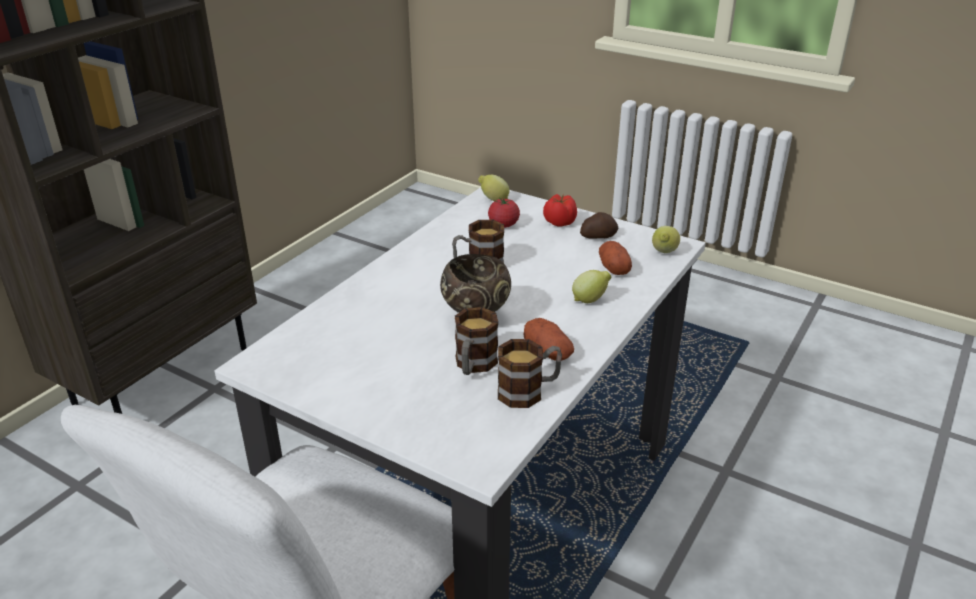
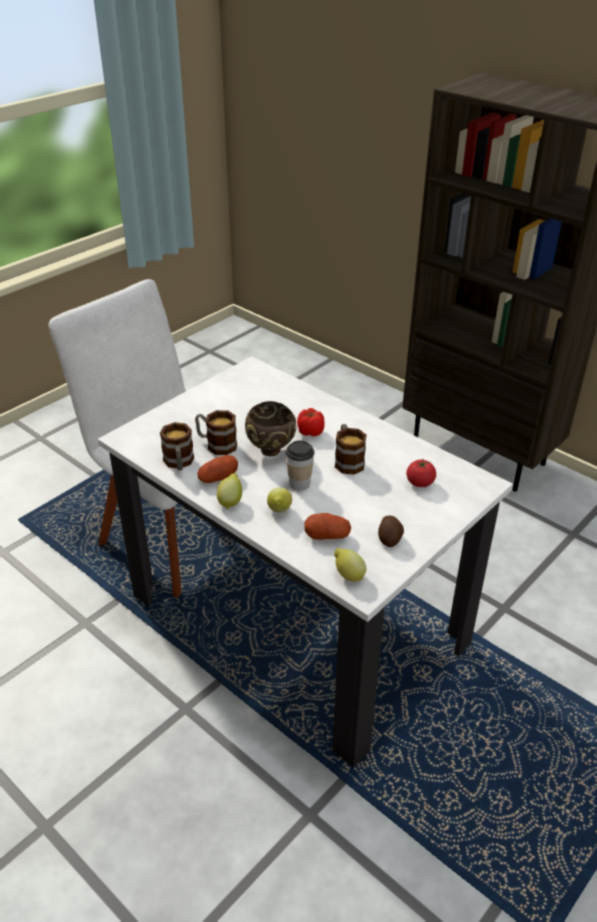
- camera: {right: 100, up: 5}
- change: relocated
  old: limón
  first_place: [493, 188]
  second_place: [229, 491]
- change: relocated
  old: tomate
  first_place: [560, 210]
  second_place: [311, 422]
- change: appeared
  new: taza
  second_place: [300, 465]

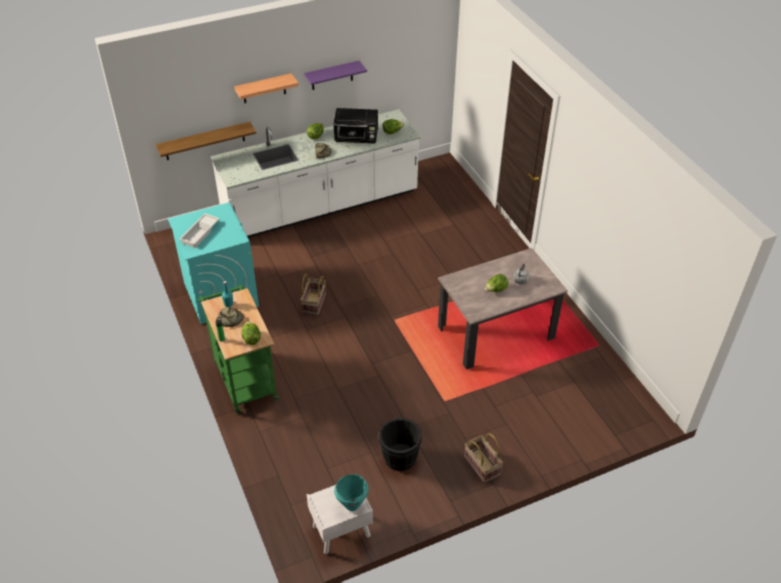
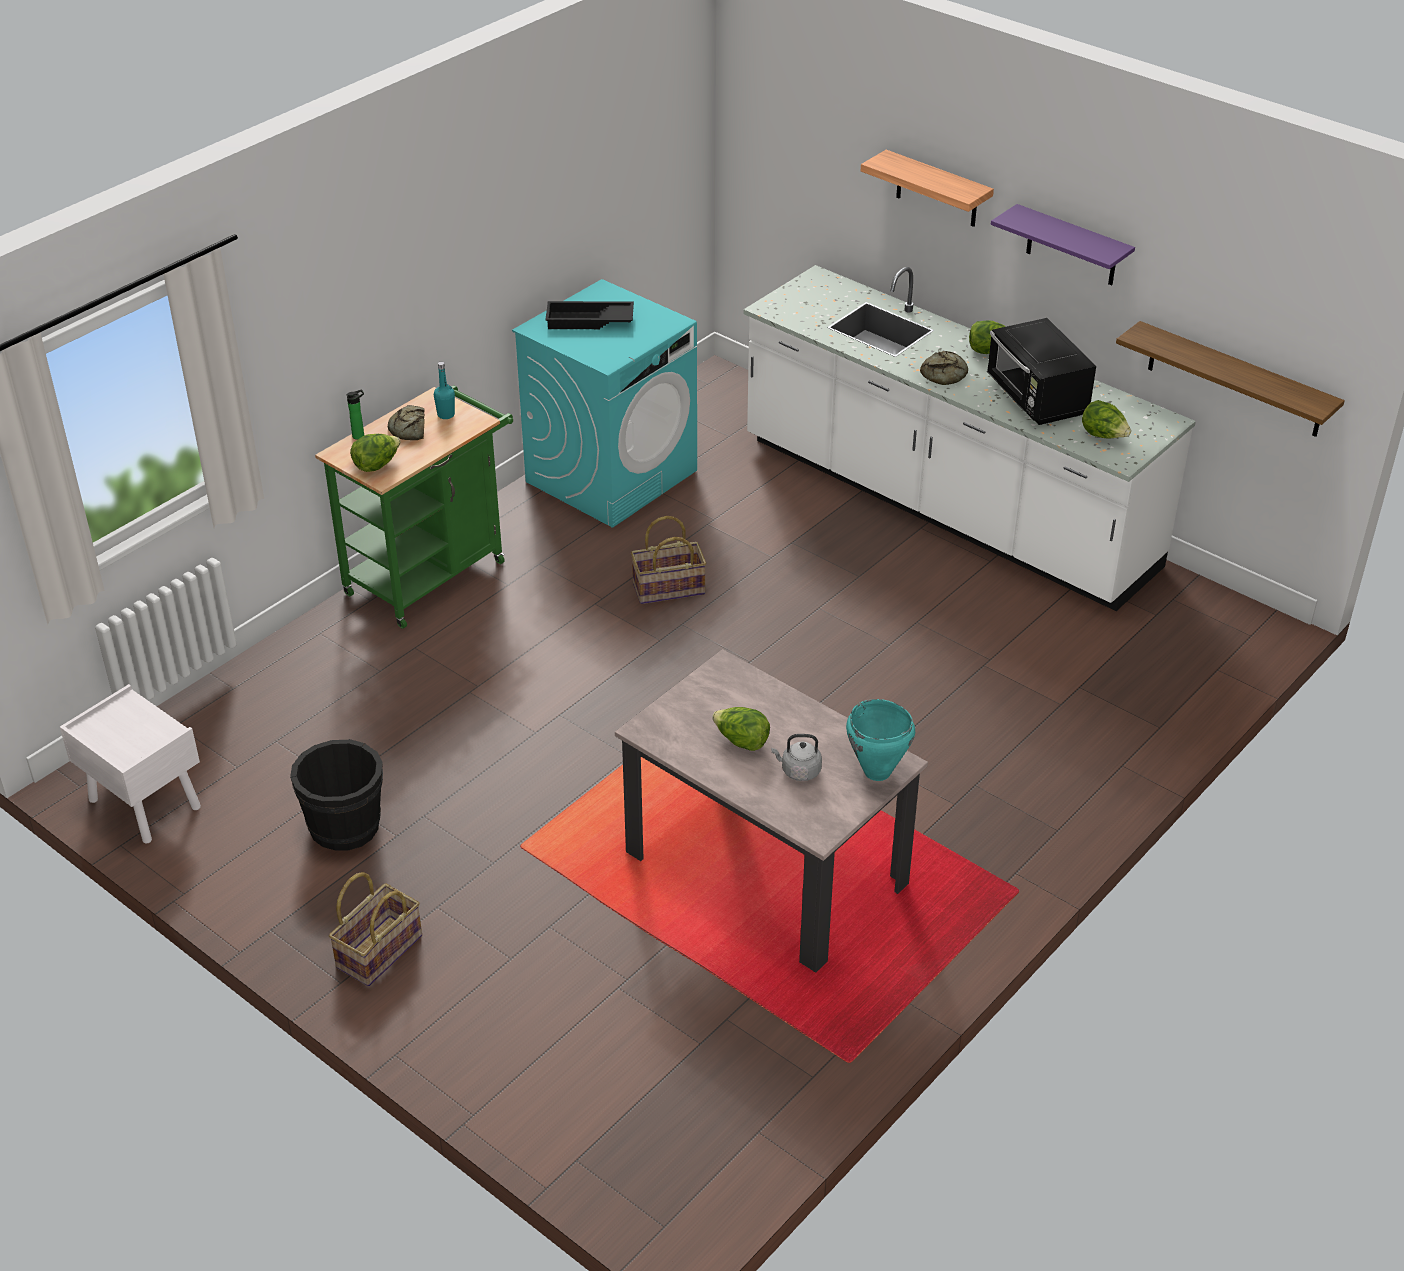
- camera: {right: 65, up: -5}
- change: relocated
  old: estante
  first_place: [206, 141]
  second_place: [1230, 379]
- change: colour
  old: bandeja (blanco)
  new: bandeja (negro)
  first_place: [200, 230]
  second_place: [589, 315]
- change: relocated
  old: olla (turquesa)
  first_place: [351, 492]
  second_place: [880, 740]

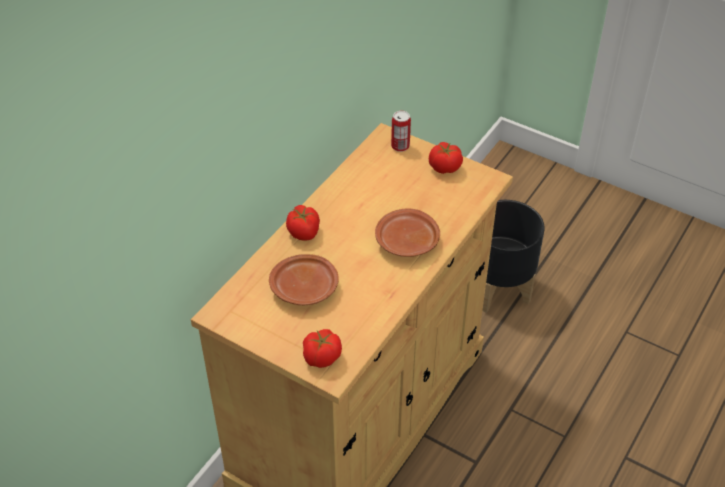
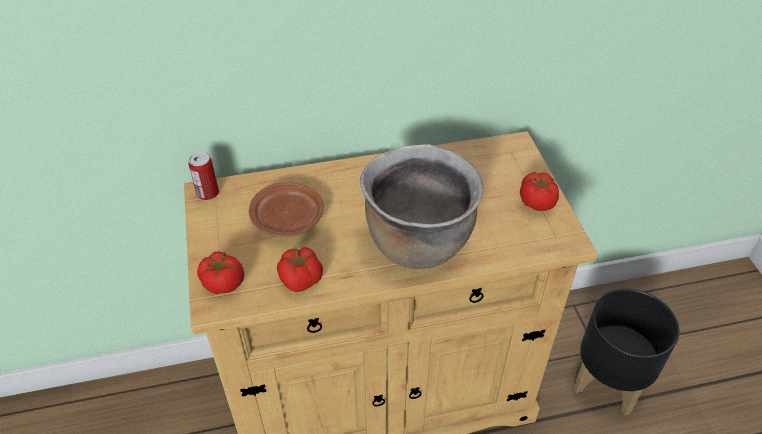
- camera: {right: 45, up: 0}
- change: relocated
  old: tomate
  first_place: [303, 223]
  second_place: [300, 269]
- change: exchanged
  old: plato (marrón)
  new: olla (marrón)
  first_place: [407, 233]
  second_place: [422, 206]
- change: relocated
  old: lata
  first_place: [401, 131]
  second_place: [203, 176]

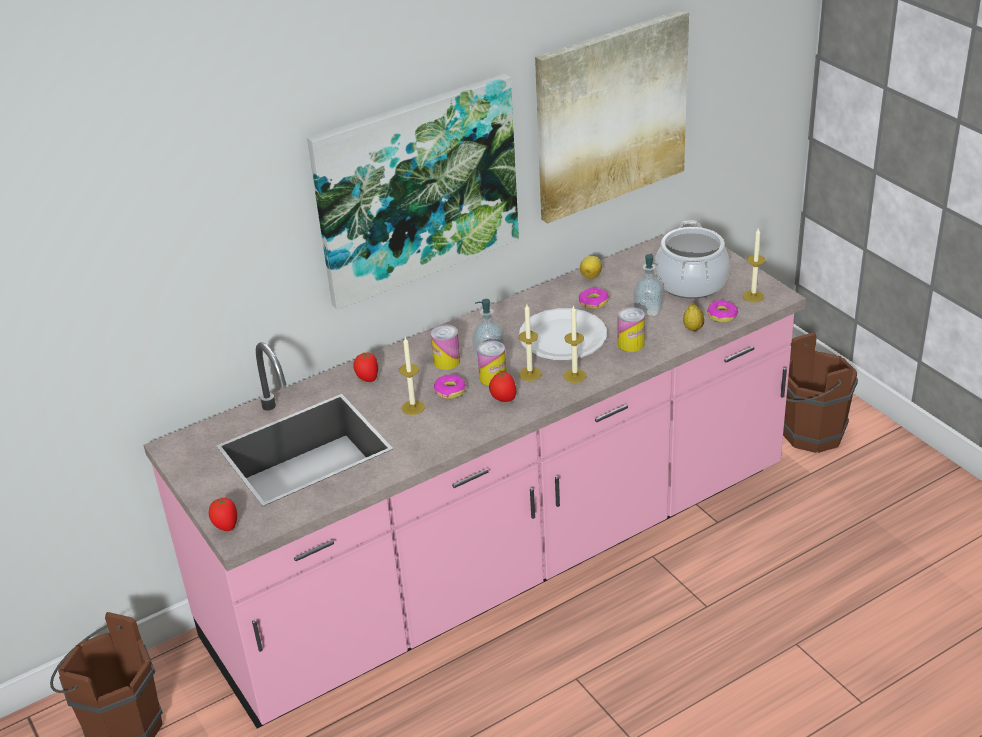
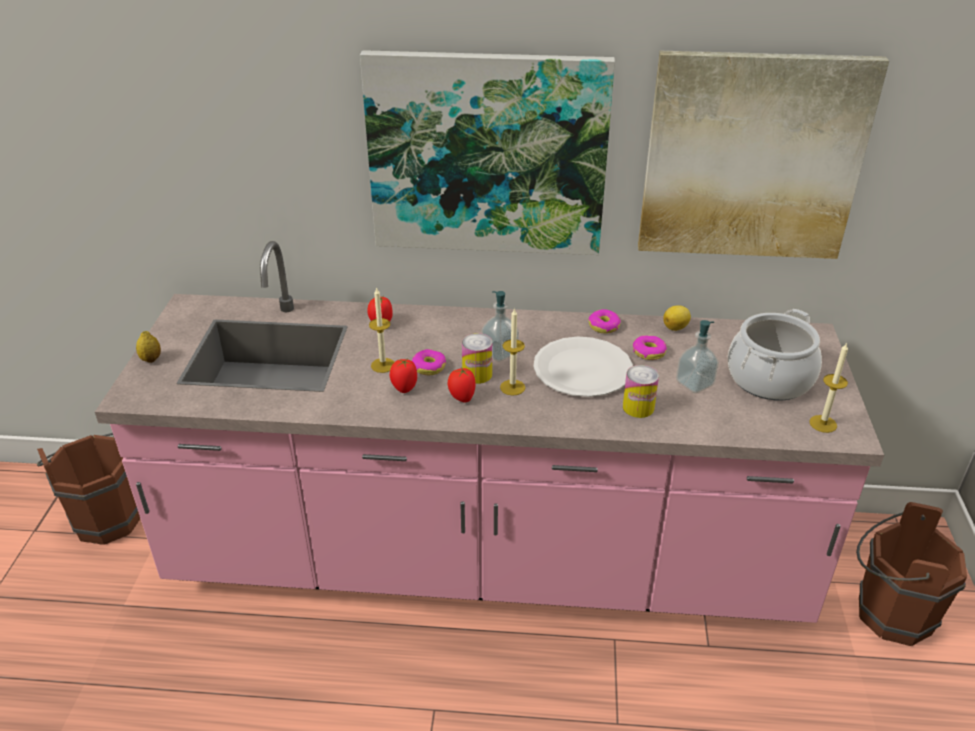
- camera: {right: 35, up: 0}
- change: relocated
  old: tomate
  first_place: [223, 514]
  second_place: [403, 376]
- change: missing
  old: lata
  first_place: [445, 347]
- change: missing
  old: vela
  first_place: [575, 344]
- change: relocated
  old: limón
  first_place: [693, 317]
  second_place: [148, 347]
- change: relocated
  old: rosquilla
  first_place: [722, 311]
  second_place: [604, 321]

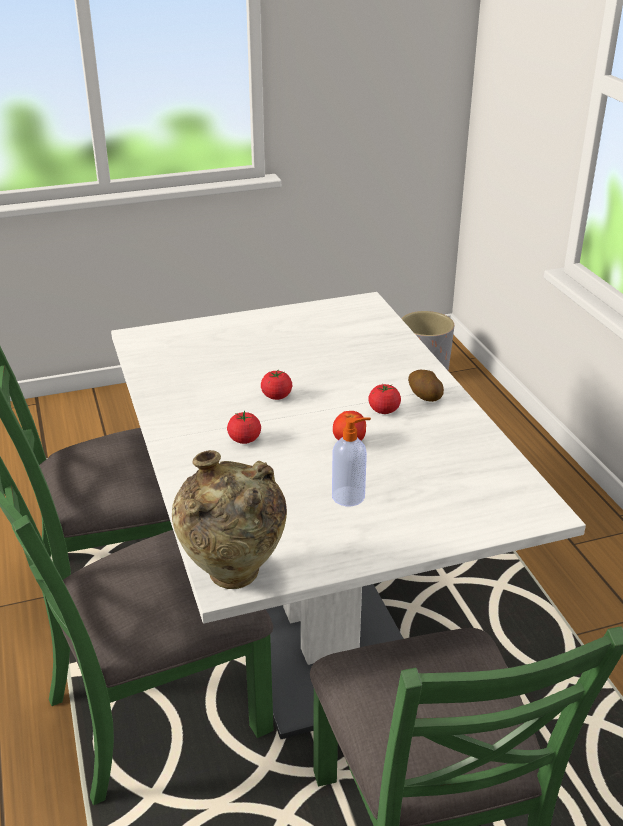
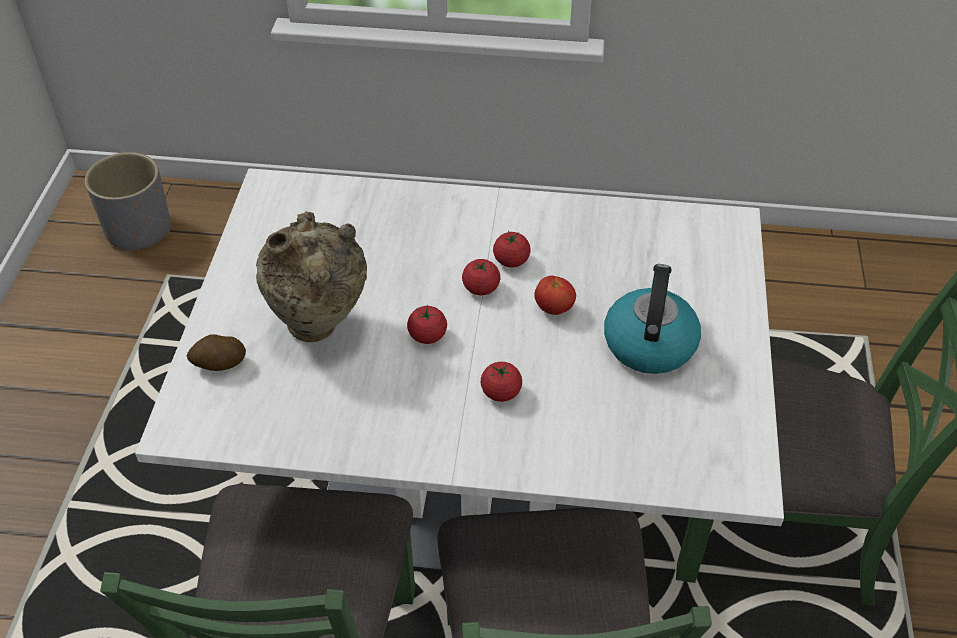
- camera: {right: -65, up: 15}
- change: relocated
  old: florero (beis)
  first_place: [229, 519]
  second_place: [311, 276]
- change: exchanged
  old: dispensador de jabón
  new: hervidor
  first_place: [351, 461]
  second_place: [652, 319]
- change: relocated
  old: patata
  first_place: [426, 386]
  second_place: [216, 352]
- change: appeared
  new: tomate
  second_place: [481, 277]

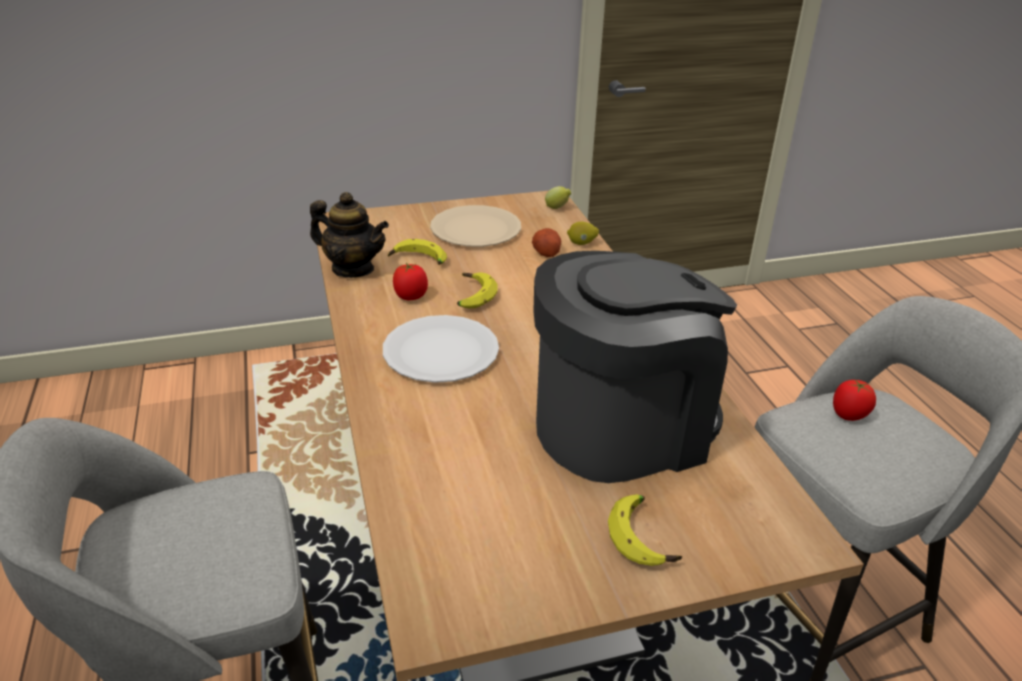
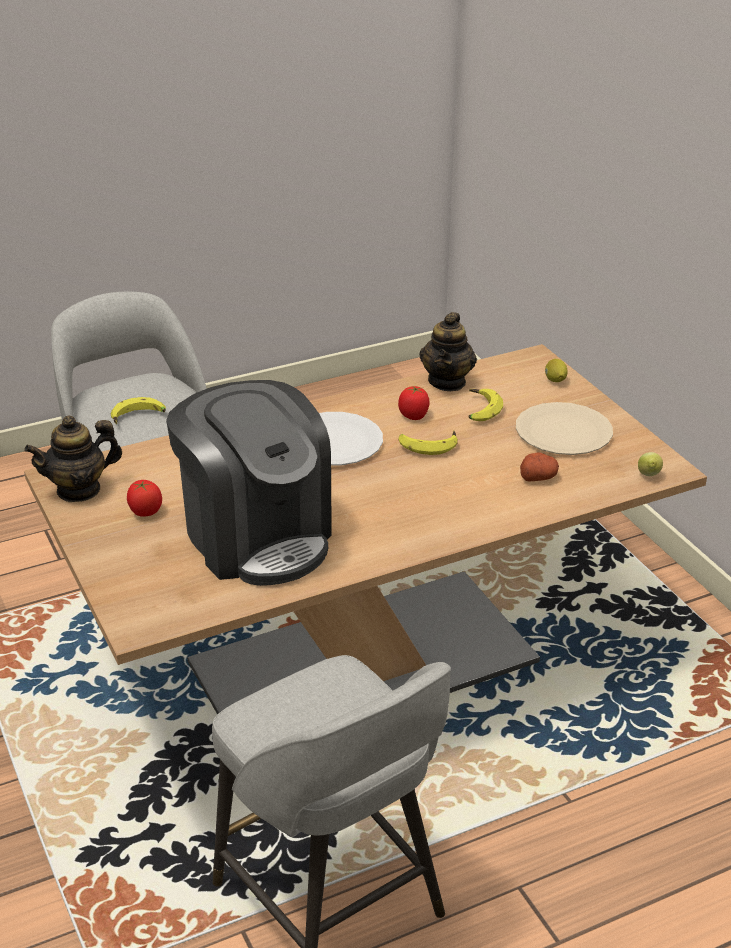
- camera: {right: 80, up: 0}
- change: relocated
  old: limón
  first_place: [583, 233]
  second_place: [556, 370]
- change: relocated
  old: plátano
  first_place: [645, 530]
  second_place: [138, 410]
- change: relocated
  old: tomate
  first_place: [854, 400]
  second_place: [144, 498]
- change: appeared
  new: tetera
  second_place: [73, 458]

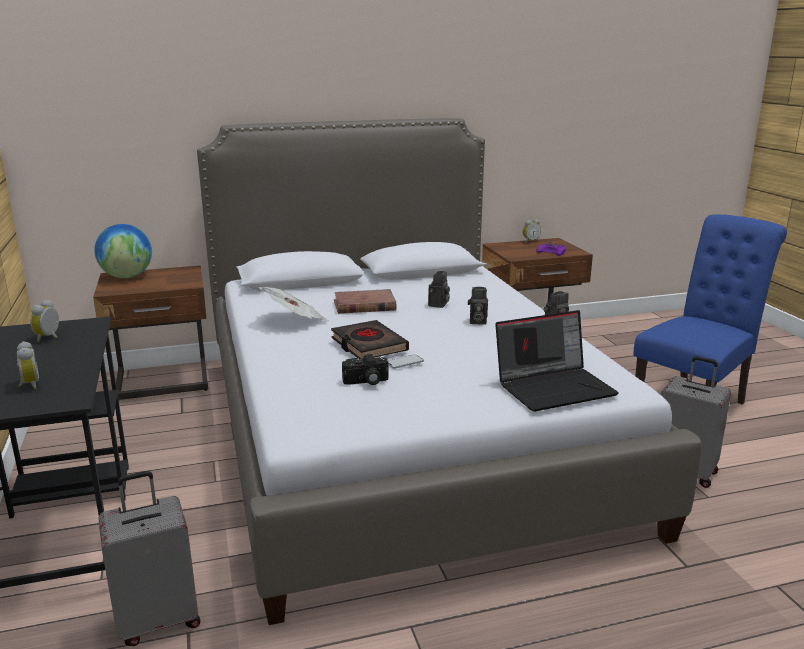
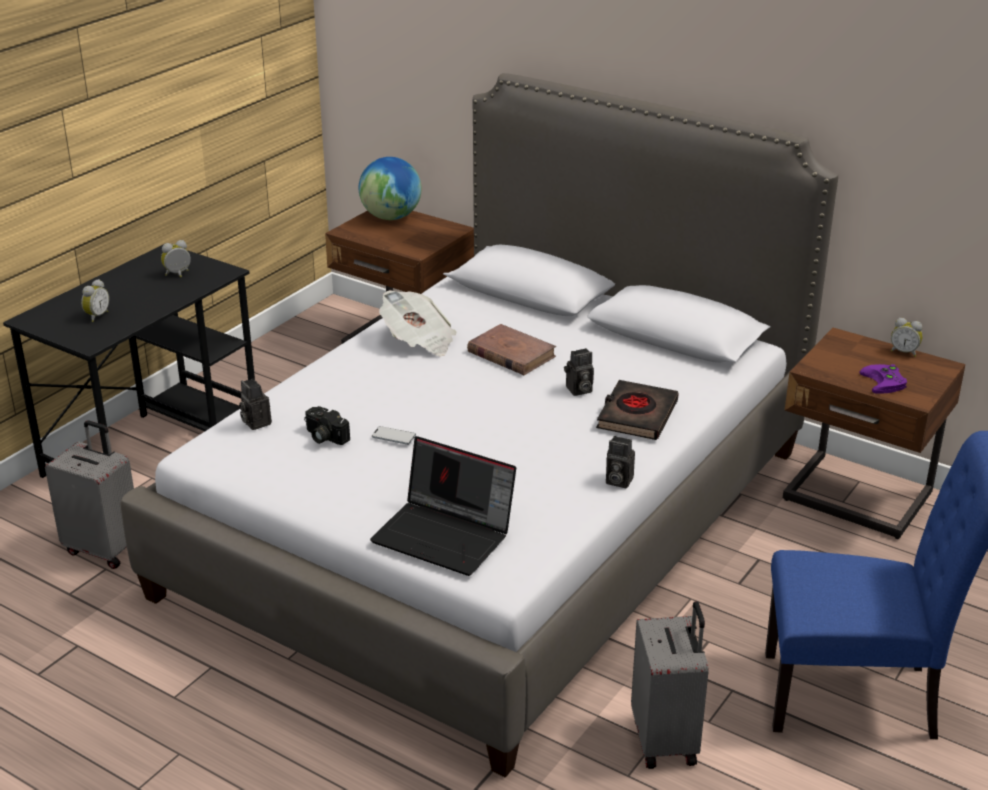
- camera: {right: 50, up: 10}
- change: relocated
  old: libro (negro)
  first_place: [370, 340]
  second_place: [637, 410]
- change: relocated
  old: cámara
  first_place: [478, 306]
  second_place: [255, 404]

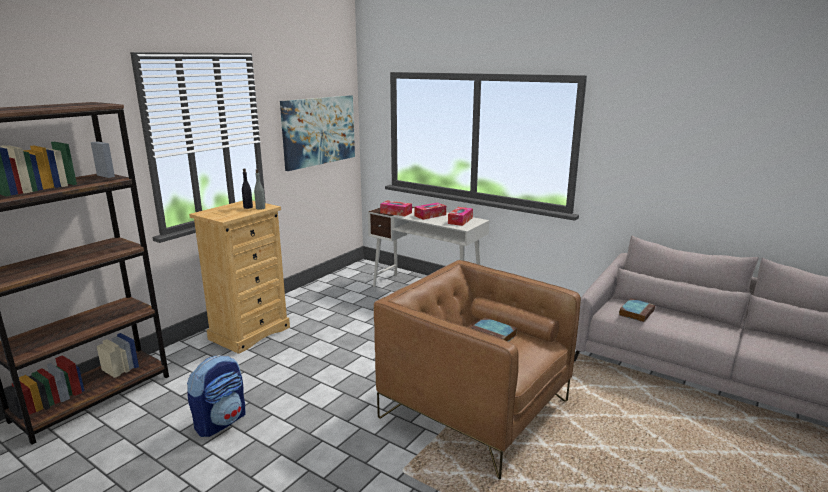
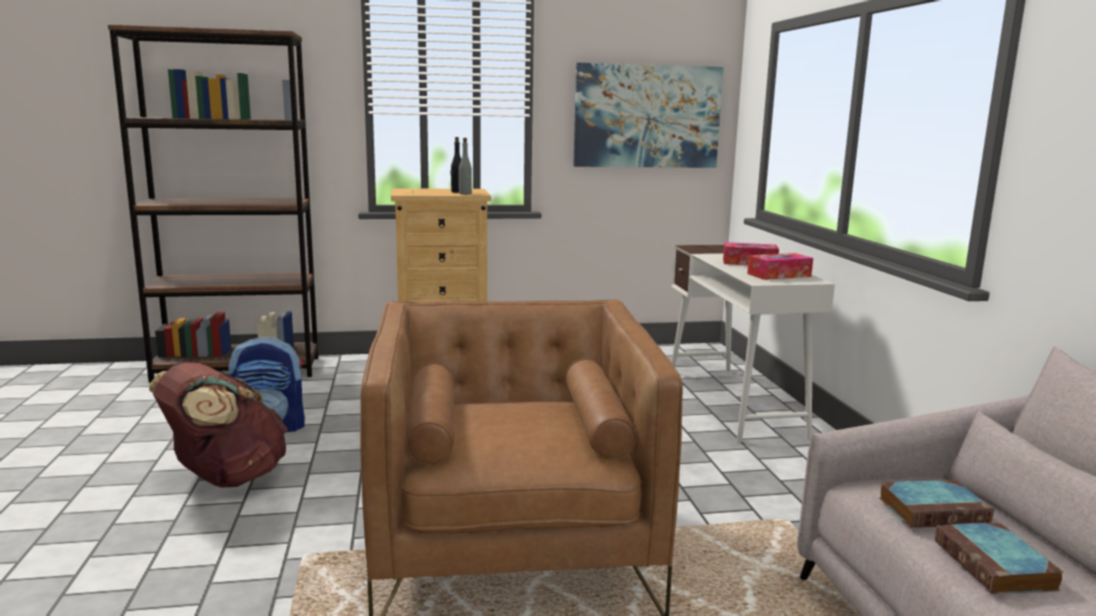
- camera: {right: 45, up: -5}
- change: missing
  old: caja de pañuelos
  first_place: [396, 208]
- change: relocated
  old: libro
  first_place: [493, 329]
  second_place: [999, 558]
- change: appeared
  new: mochila (marrón)
  second_place: [218, 425]

